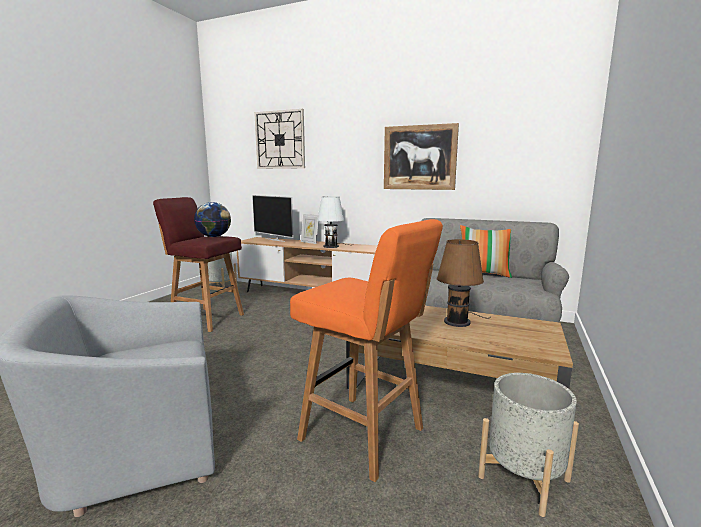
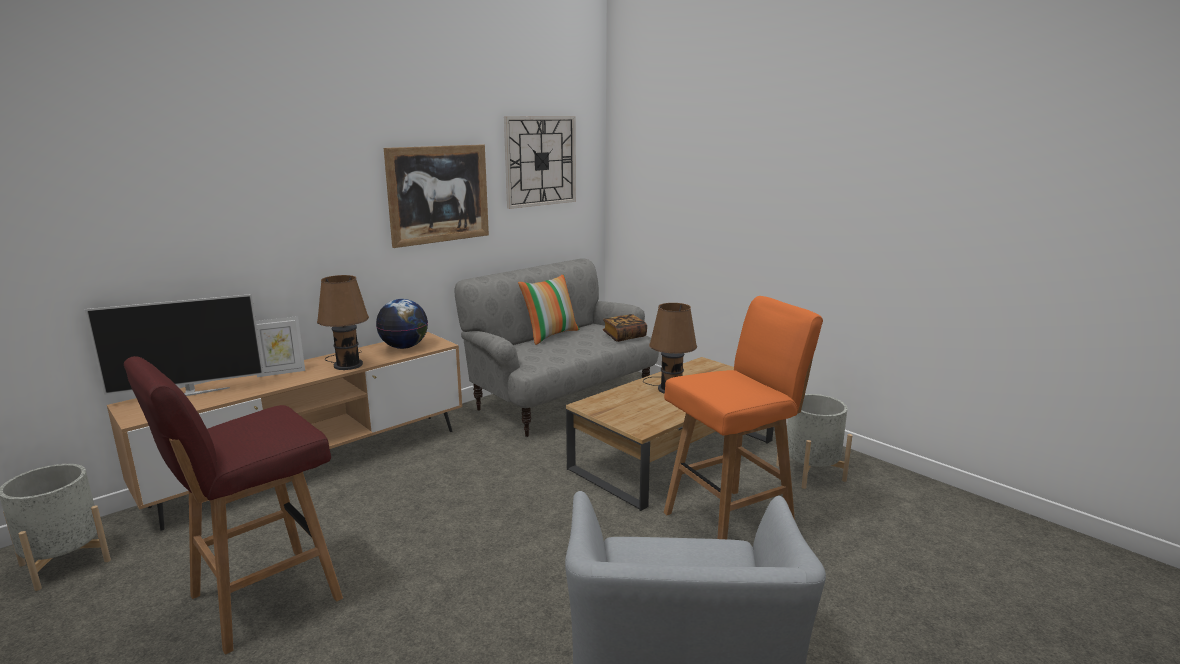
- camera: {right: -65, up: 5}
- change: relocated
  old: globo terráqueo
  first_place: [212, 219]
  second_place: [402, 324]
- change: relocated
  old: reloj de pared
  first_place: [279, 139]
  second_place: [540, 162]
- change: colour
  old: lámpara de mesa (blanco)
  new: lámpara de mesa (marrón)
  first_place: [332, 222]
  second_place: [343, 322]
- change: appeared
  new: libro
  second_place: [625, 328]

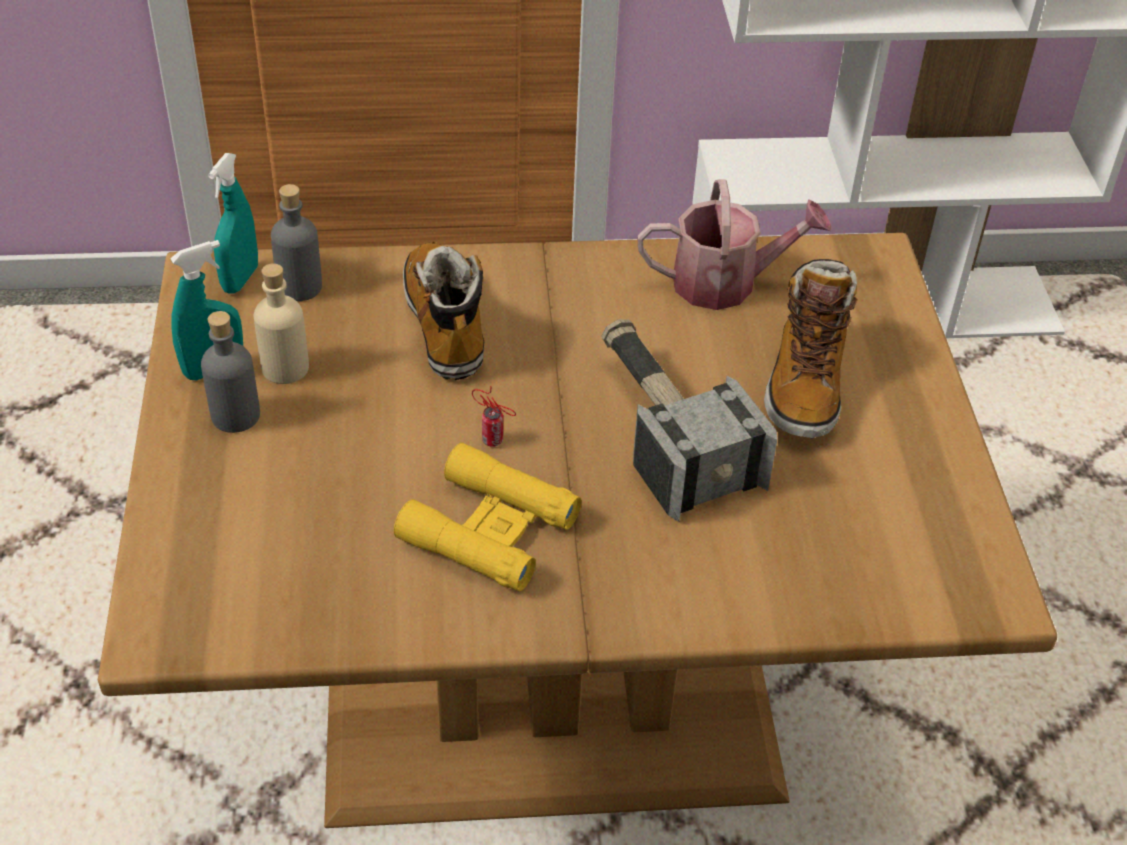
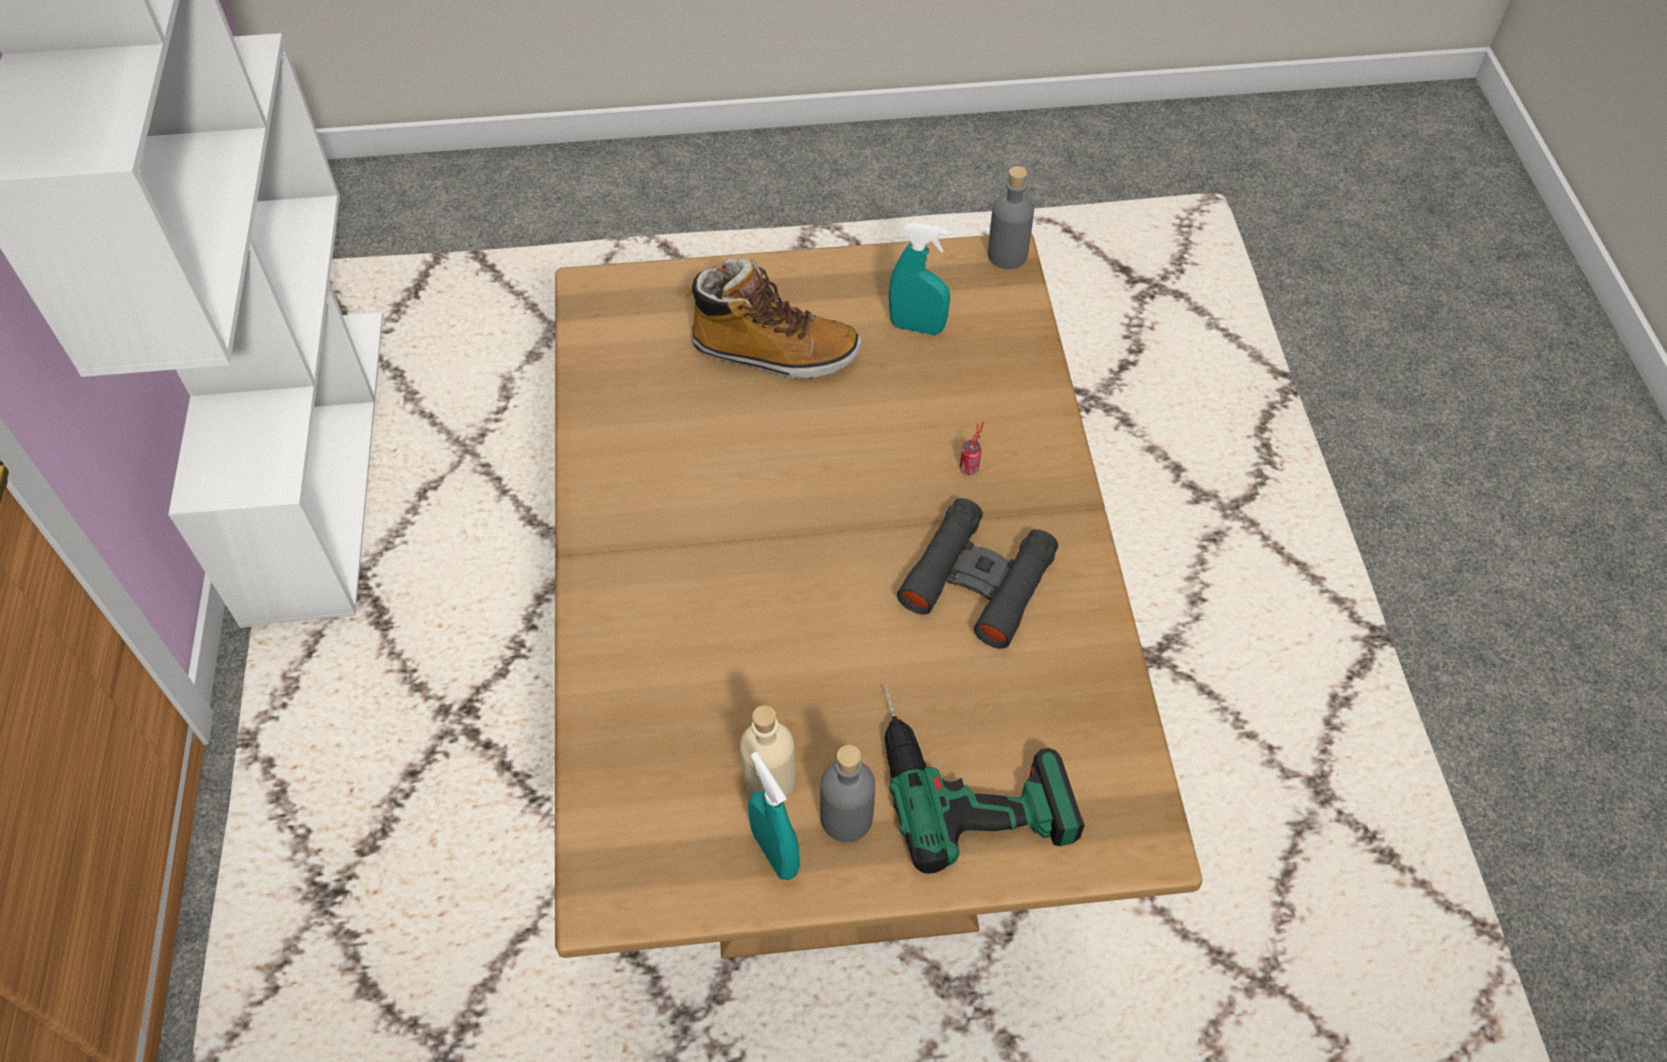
- camera: {right: -90, up: 10}
- change: relocated
  old: pulverizador (turquesa)
  first_place: [233, 223]
  second_place: [919, 279]
- change: relocated
  old: botella (gris)
  first_place: [296, 242]
  second_place: [1011, 217]
- change: colour
  old: prismáticos (amarillo)
  new: prismáticos (negro)
  first_place: [488, 517]
  second_place: [977, 573]
- change: missing
  old: bota
  first_place: [443, 310]
- change: relocated
  old: lata
  first_place: [494, 416]
  second_place: [972, 448]
- change: missing
  old: martillo
  first_place: [689, 420]
- change: missing
  old: regadera
  first_place: [735, 244]
- change: appeared
  new: taladro
  second_place: [984, 781]

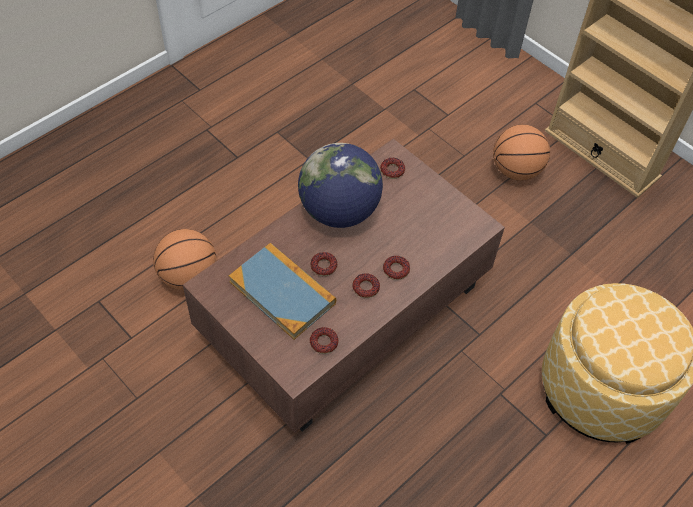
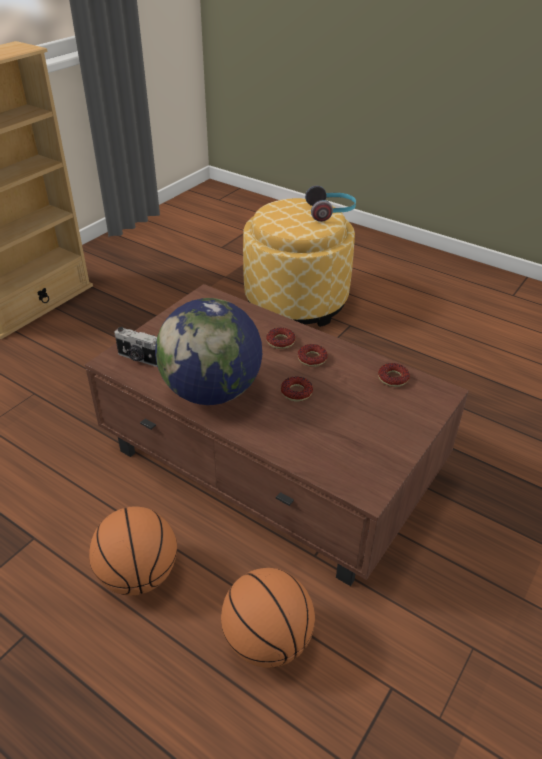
- camera: {right: -100, up: -15}
- change: missing
  old: libro
  first_place: [282, 291]
- change: exchanged
  old: rosquilla
  new: cámara
  first_place: [392, 168]
  second_place: [135, 347]
- change: relocated
  old: balón de baloncesto
  first_place: [521, 152]
  second_place: [133, 551]
- change: appeared
  new: auriculares
  second_place: [330, 204]

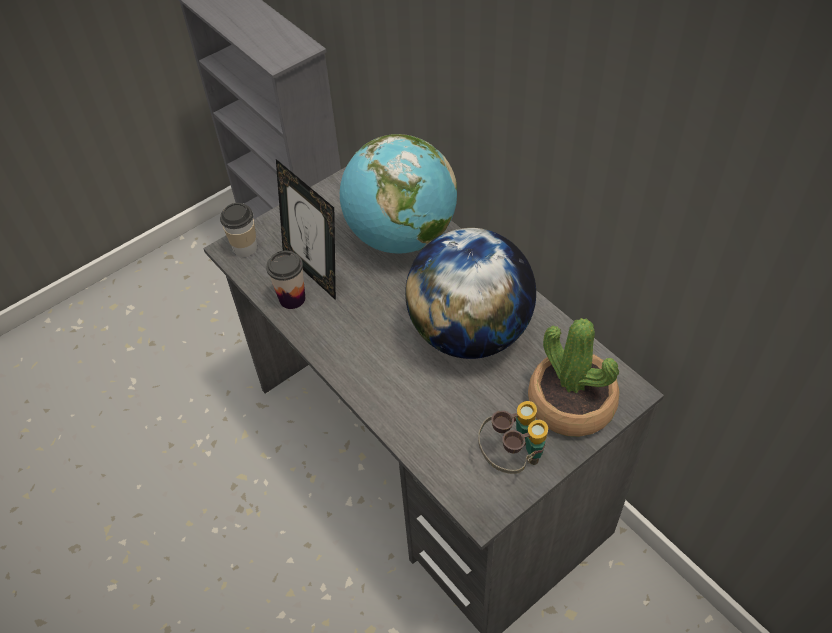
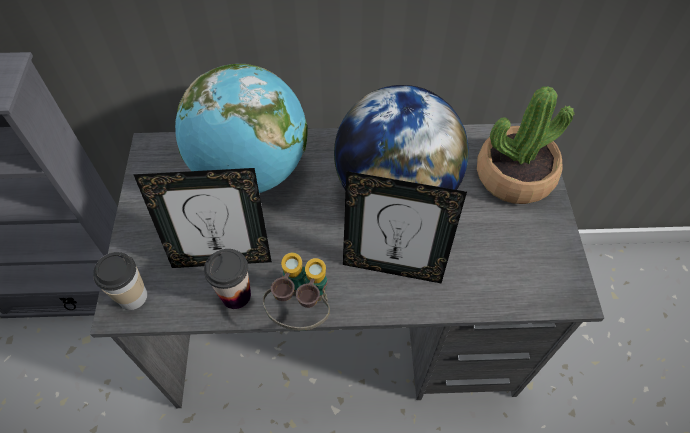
- camera: {right: -55, up: 5}
- change: relocated
  old: prismáticos
  first_place: [513, 437]
  second_place: [296, 292]
- change: appeared
  new: portarretratos
  second_place: [405, 227]

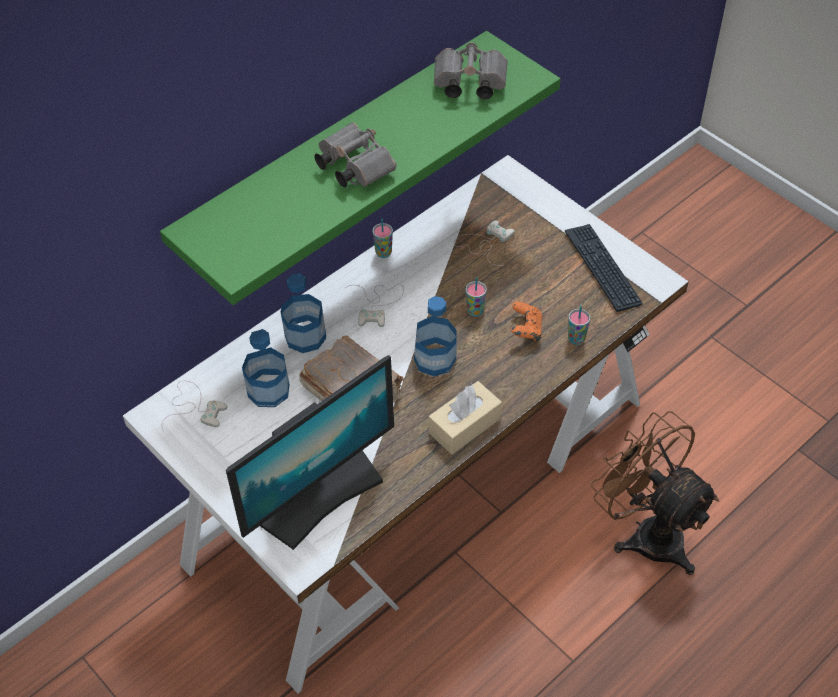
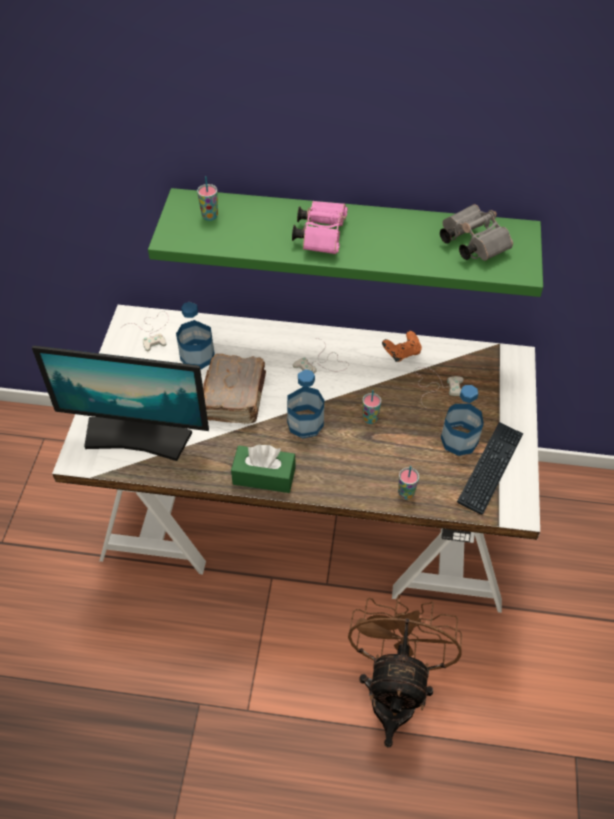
- camera: {right: 50, up: 0}
- change: relocated
  old: botella
  first_place: [303, 313]
  second_place: [462, 420]
- change: colour
  old: prismáticos (gris)
  new: prismáticos (rosa)
  first_place: [355, 154]
  second_place: [320, 227]
- change: relocated
  old: taza
  first_place: [383, 238]
  second_place: [207, 198]
- change: colour
  old: caja de pañuelos (beis)
  new: caja de pañuelos (verde)
  first_place: [465, 417]
  second_place: [263, 468]
- change: relocated
  old: mando de consola (naranja)
  first_place: [526, 321]
  second_place: [402, 346]

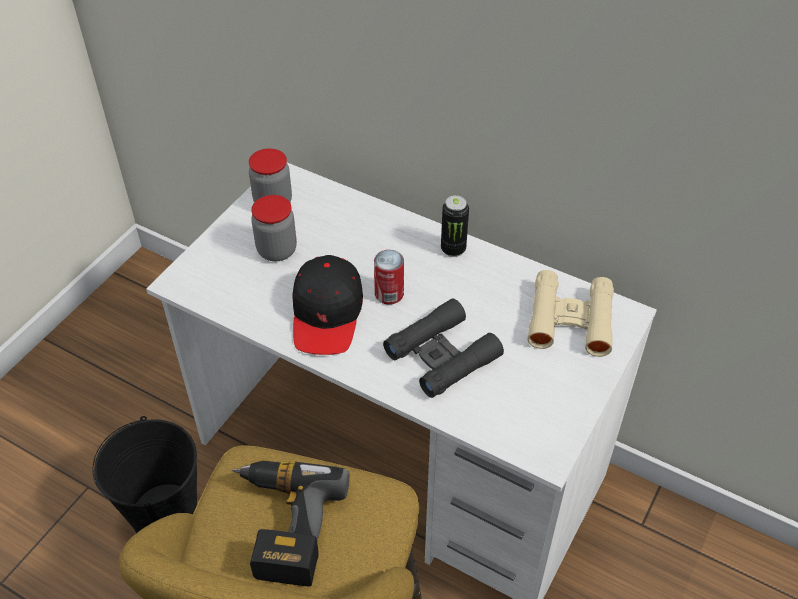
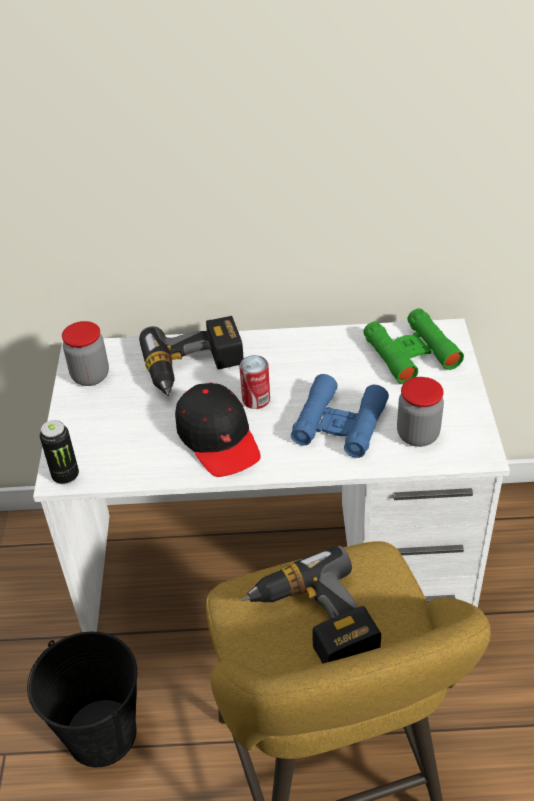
- camera: {right: -30, up: -5}
- change: relocated
  old: tarro
  first_place: [274, 228]
  second_place: [420, 412]
- change: colour
  old: prismáticos (negro)
  new: prismáticos (azul)
  first_place: [443, 348]
  second_place: [340, 416]
- change: relocated
  old: lata
  first_place: [455, 226]
  second_place: [59, 452]
- change: colour
  old: prismáticos (beis)
  new: prismáticos (verde)
  first_place: [570, 313]
  second_place: [413, 346]
- change: appeared
  new: taladro
  second_place: [191, 356]

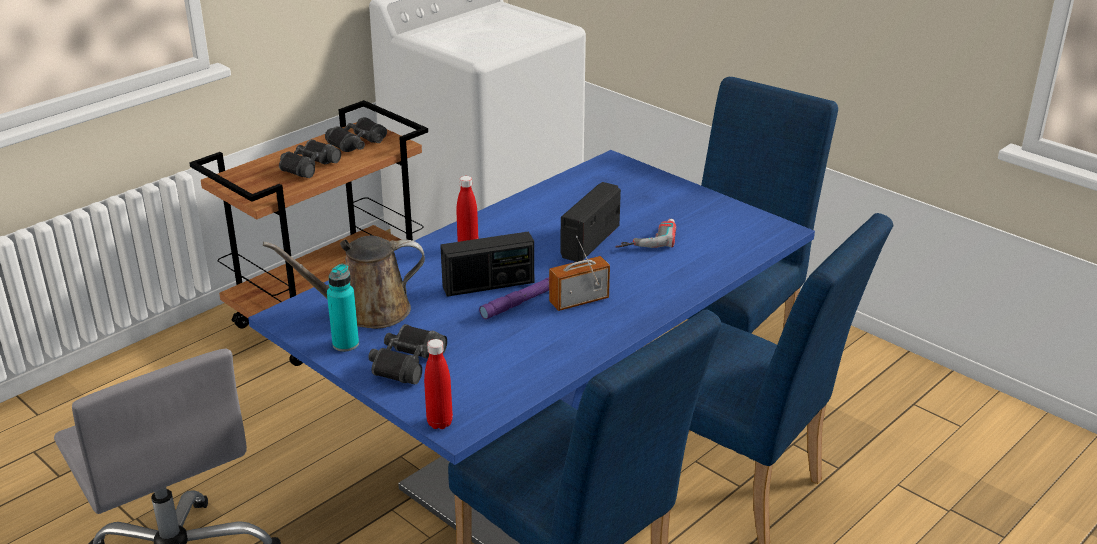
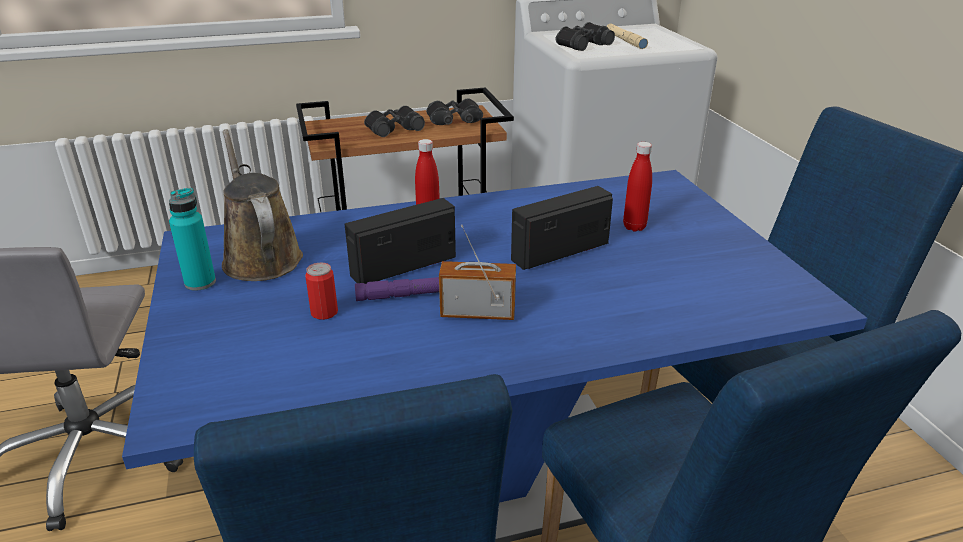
- camera: {right: 30, up: 0}
- change: spun
  old: regadera (marrón)
  first_place: [344, 282]
  second_place: [262, 205]
  degrees: 45
- change: relocated
  old: prismáticos (negro)
  first_place: [407, 354]
  second_place: [585, 36]
- change: relocated
  old: botella (rojo)
  first_place: [438, 384]
  second_place: [637, 186]
- change: spun
  old: radio
  first_place: [487, 264]
  second_place: [400, 241]
  degrees: 135
- change: missing
  old: taladro
  first_place: [646, 233]
- change: appeared
  new: lata
  second_place: [321, 291]
- change: appeared
  new: linterna (beis)
  second_place: [627, 36]

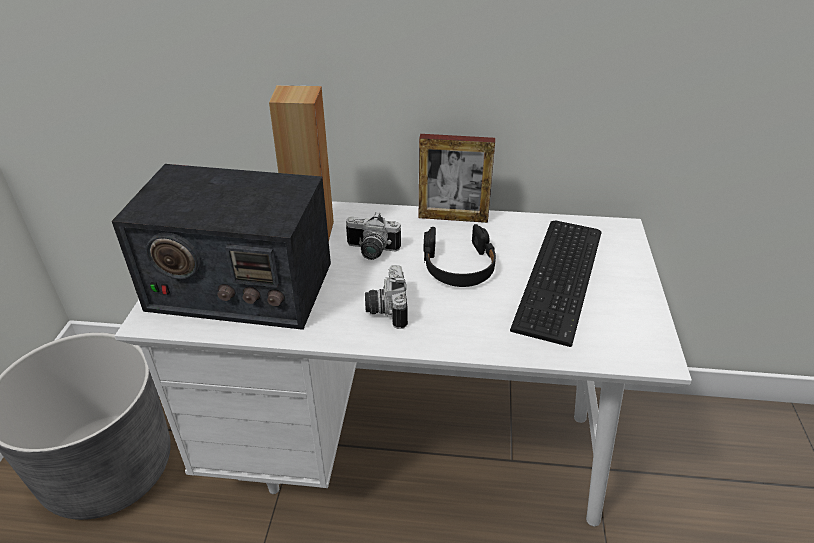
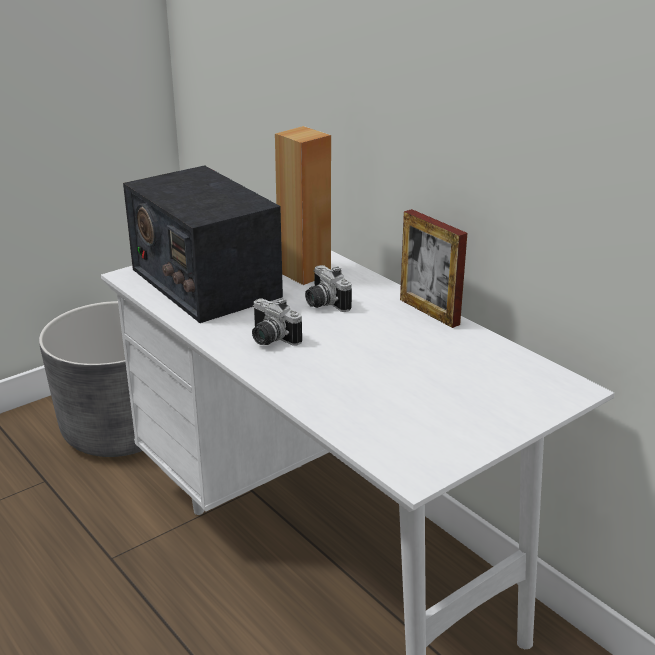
- camera: {right: 45, up: -10}
- change: spun
  old: cámara
  first_place: [386, 297]
  second_place: [277, 322]
  degrees: -90
- change: missing
  old: auriculares (negro)
  first_place: [459, 255]
- change: missing
  old: teclado
  first_place: [556, 284]

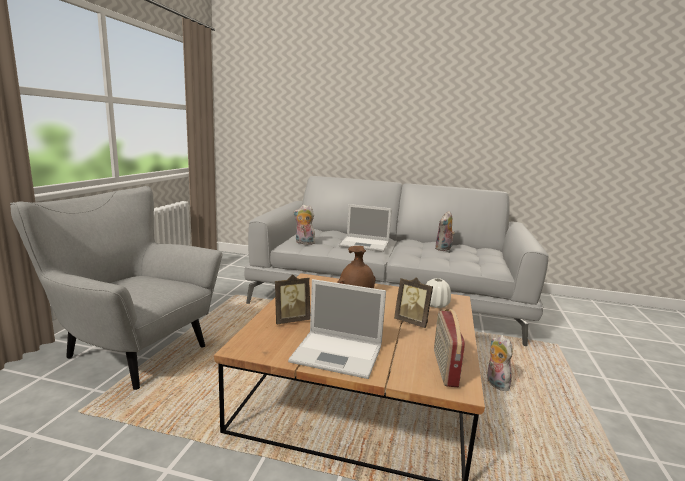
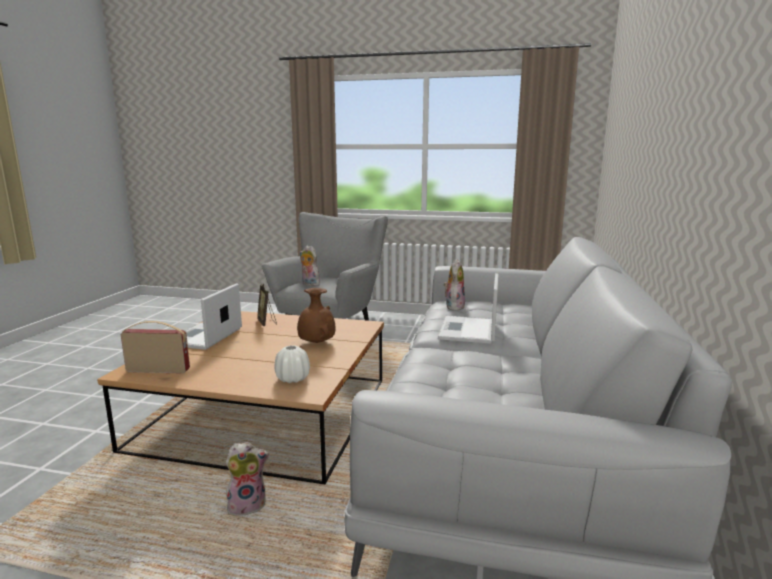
- camera: {right: 90, up: 0}
- change: missing
  old: portarretratos
  first_place: [413, 302]
- change: relocated
  old: peluche
  first_place: [445, 231]
  second_place: [310, 266]

